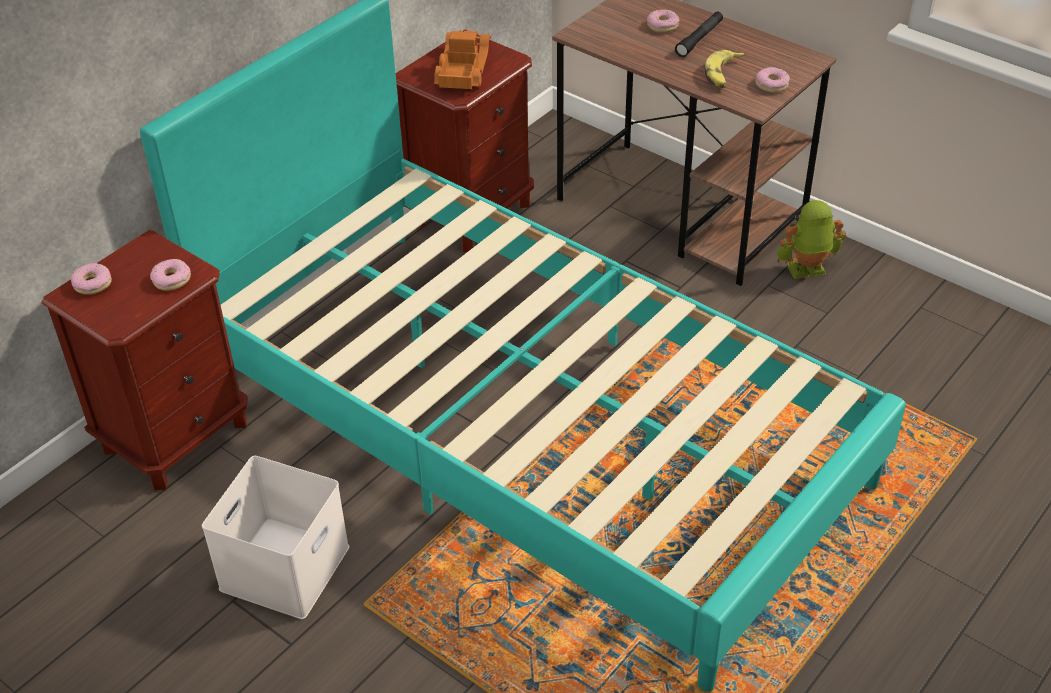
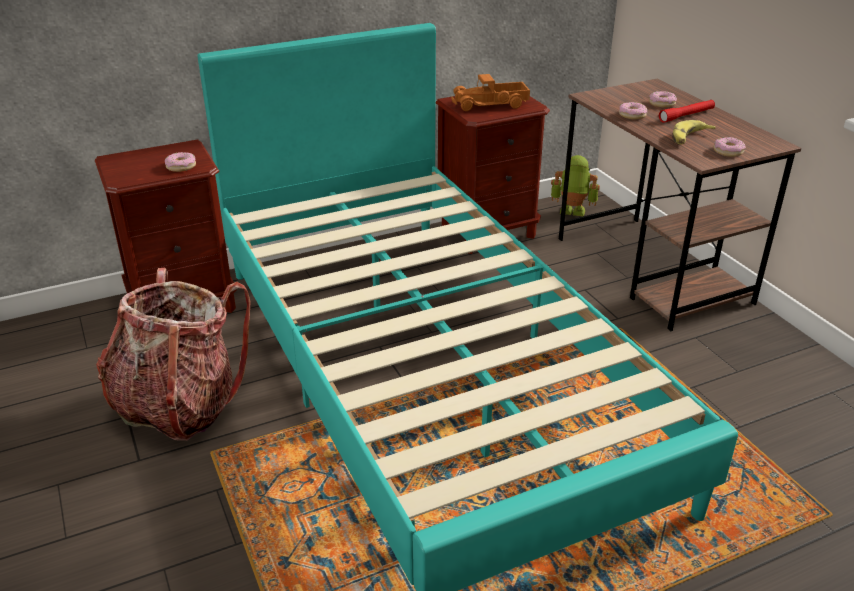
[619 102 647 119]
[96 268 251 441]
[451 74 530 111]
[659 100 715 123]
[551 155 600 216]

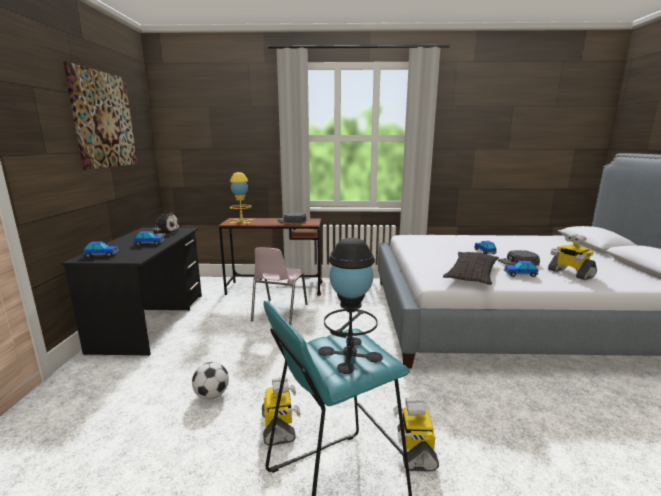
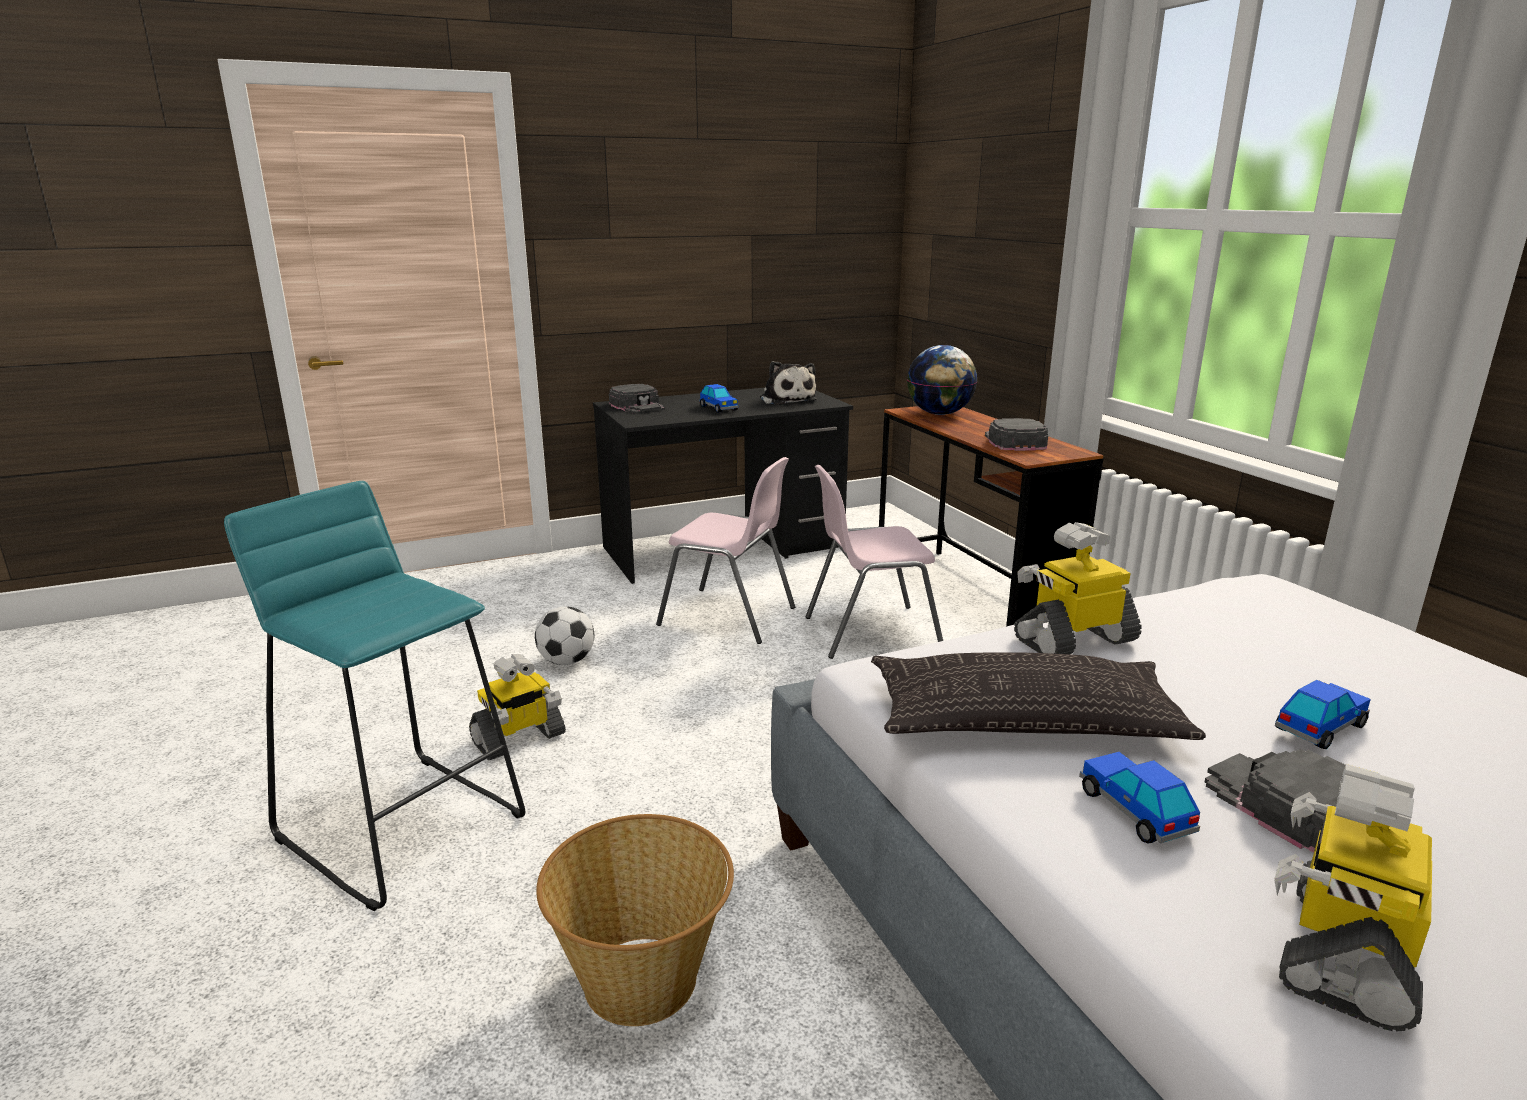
[63 61 137 170] (first image)
[609 384 665 414]
[907 345 977 415]
[318 238 383 374] (first image)
[1014 522 1142 654]
[536 814 734 1026]
[656 457 795 644]

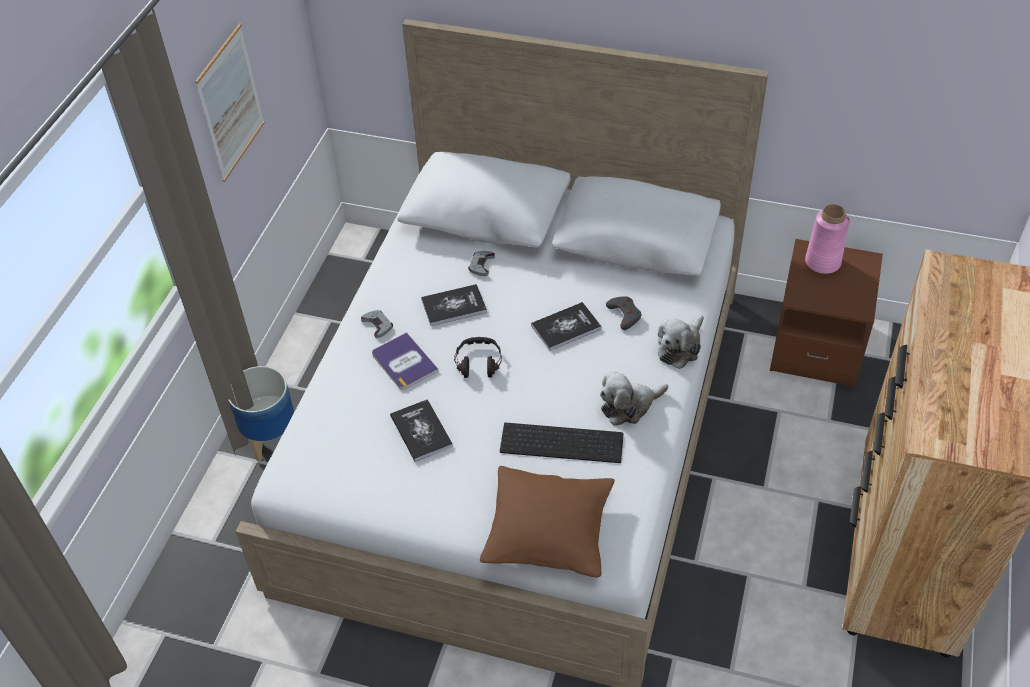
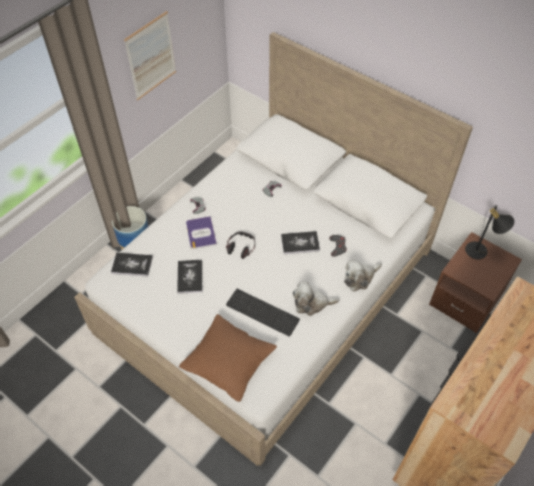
[111 253 153 277]
[465 205 514 259]

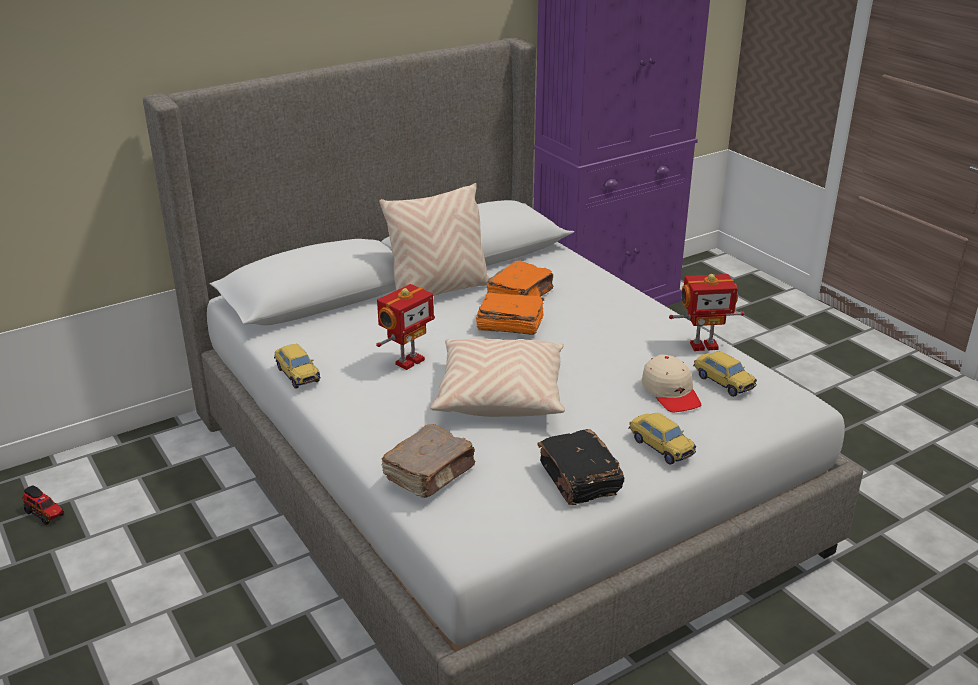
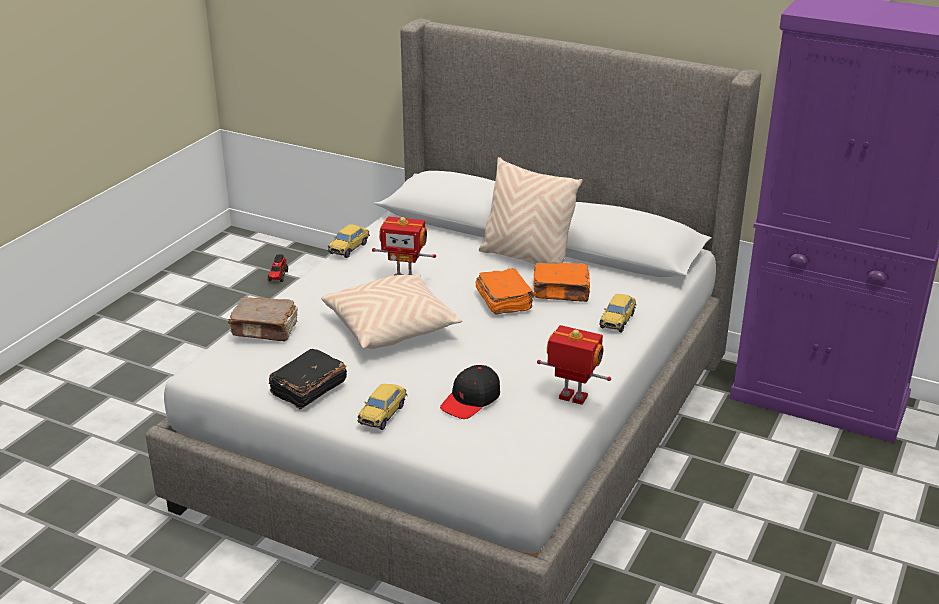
[440 365 500 419]
[537 325 611 405]
[600 294 637 333]

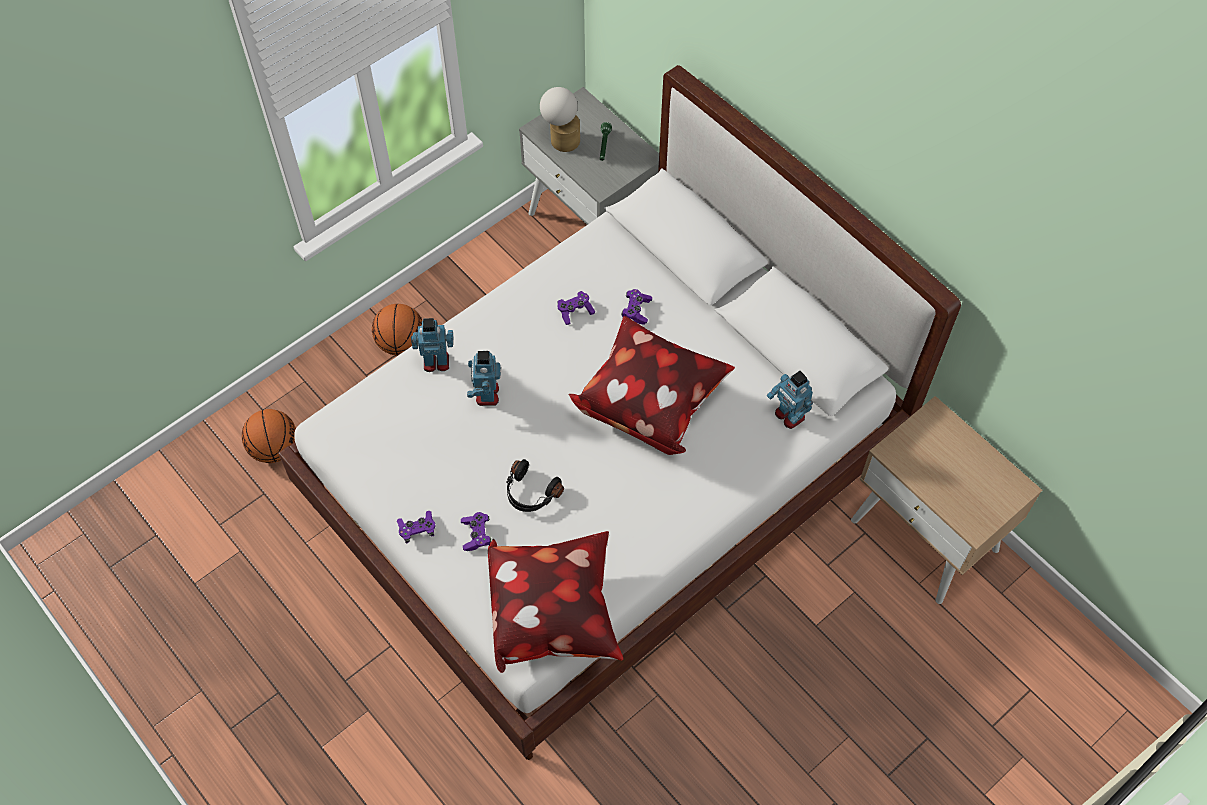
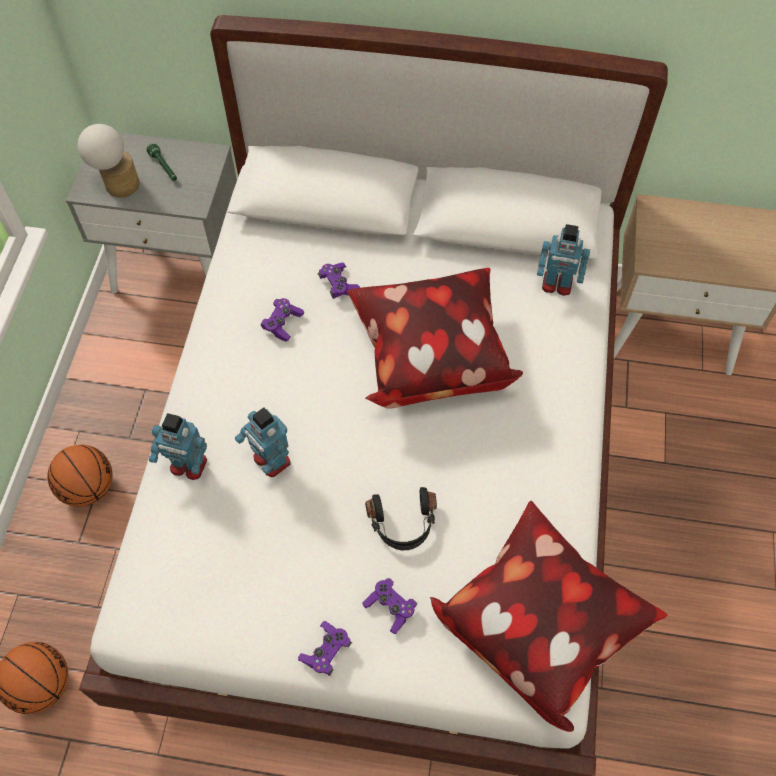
[149 413 207 480]

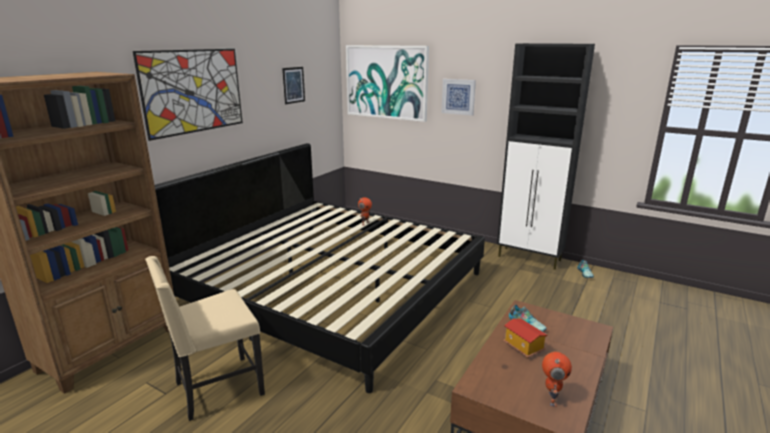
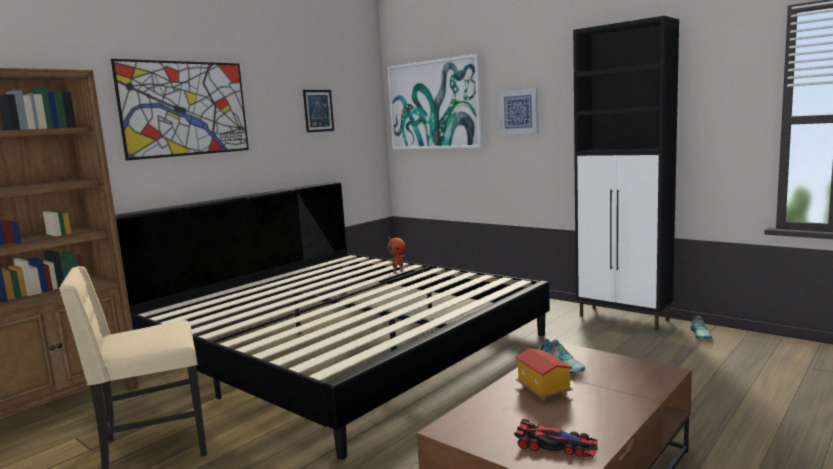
[514 419 598 458]

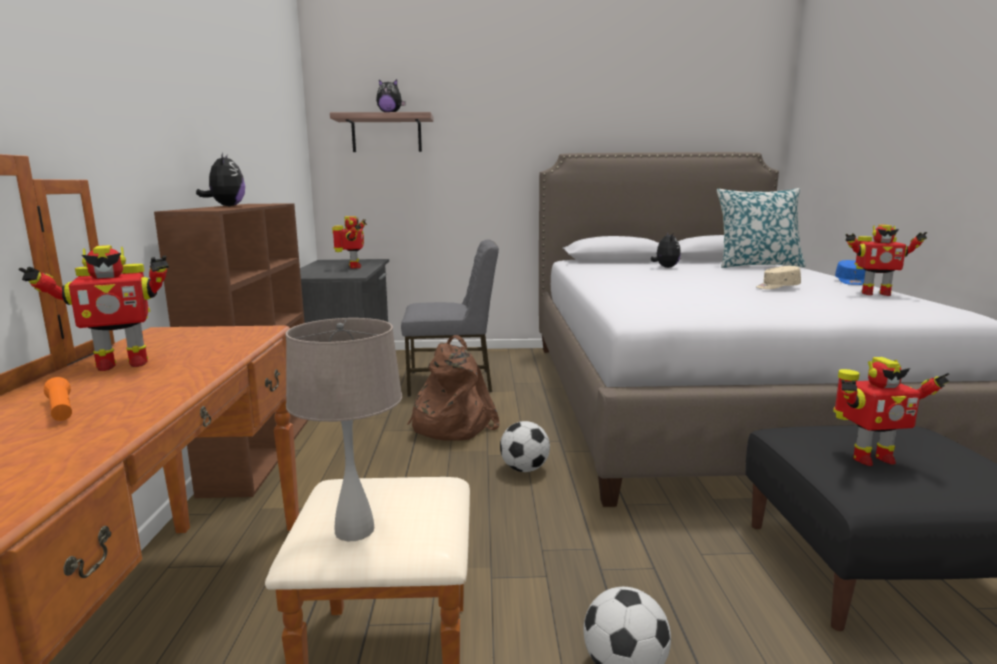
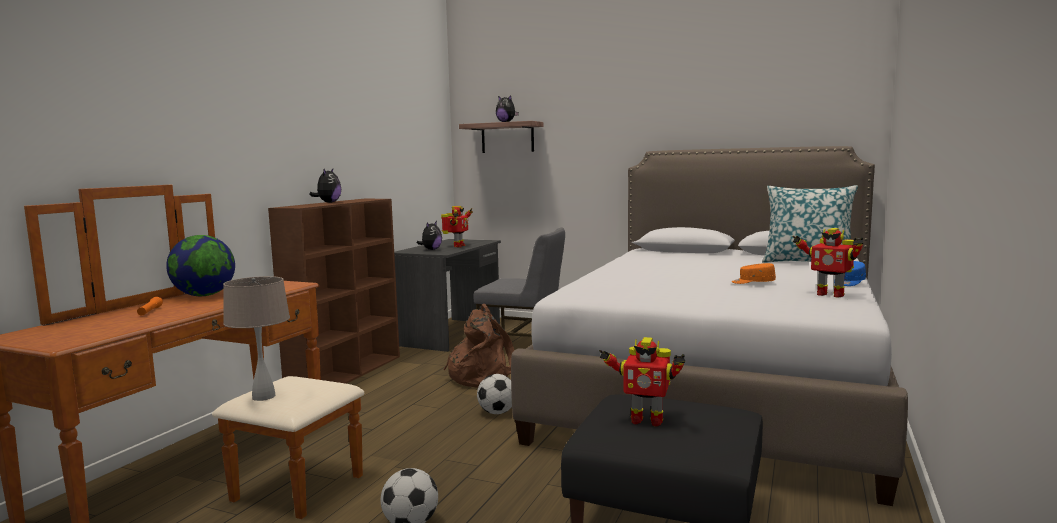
[166 235 235 296]
[417 221 442 250]
[732 263 776 284]

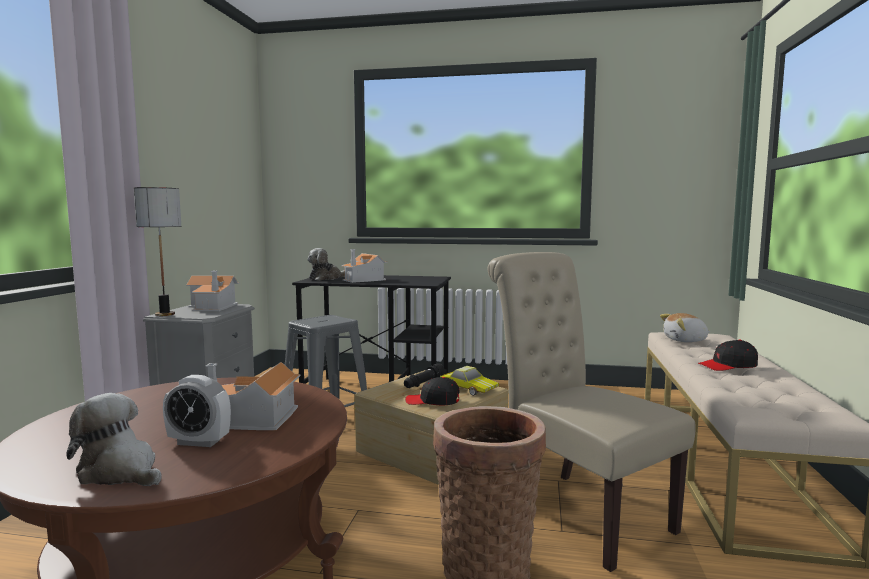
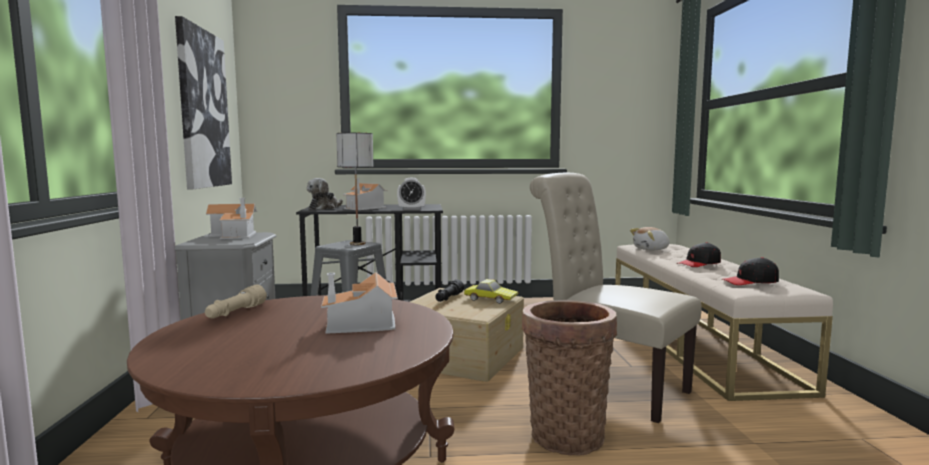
[66 393 162 486] (first image)
[336 133 374 245]
[397 178 426 210]
[722 257 779 285]
[175 16 232 189]
[205 285 267 319]

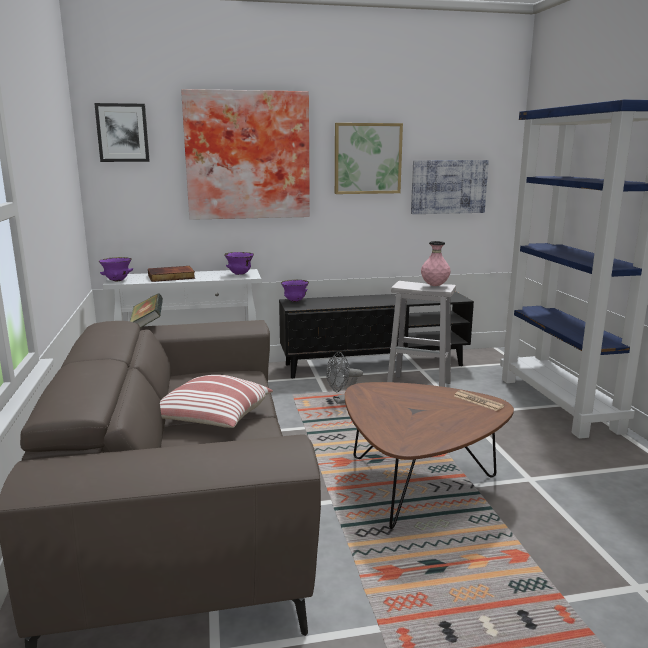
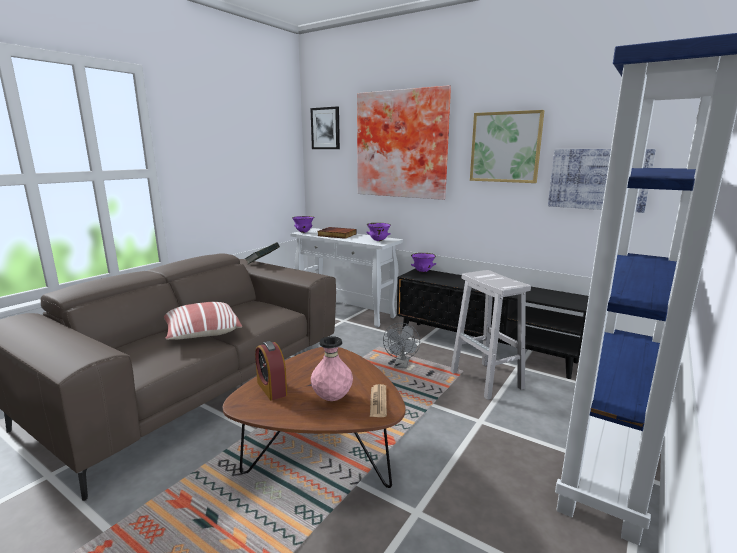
[383 323 420 369]
[311 336 353 401]
[255 341 287 401]

